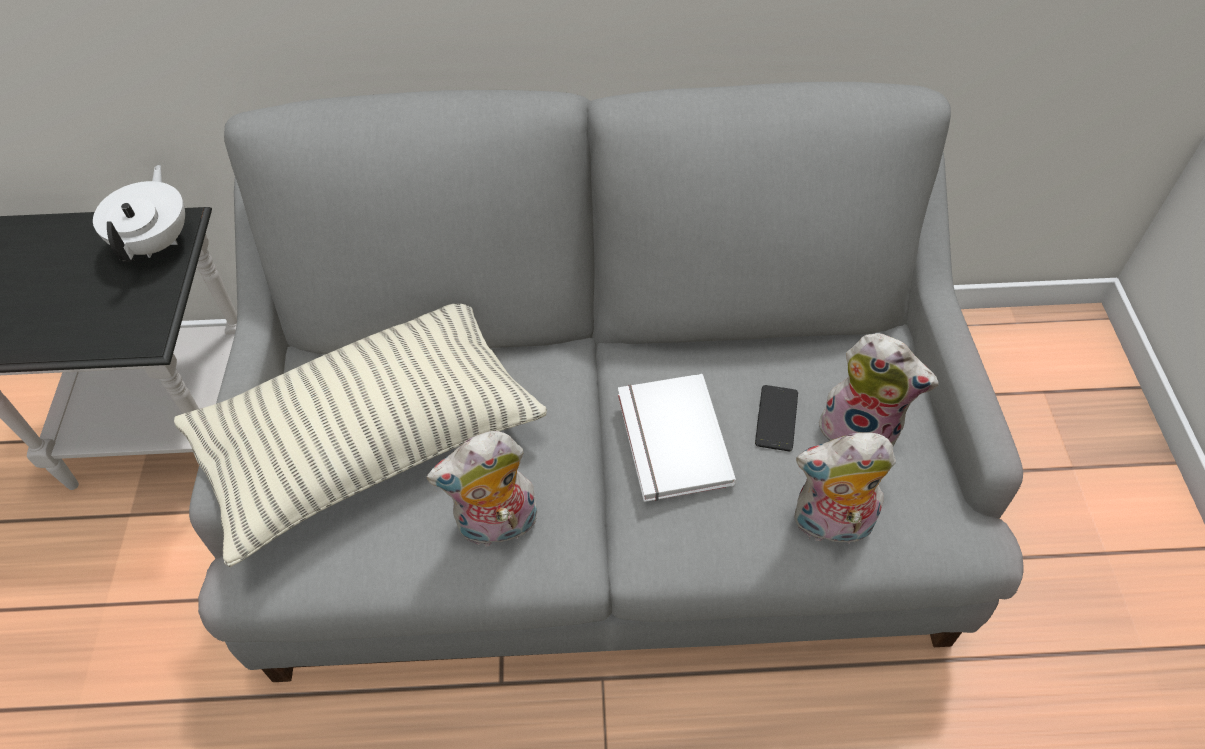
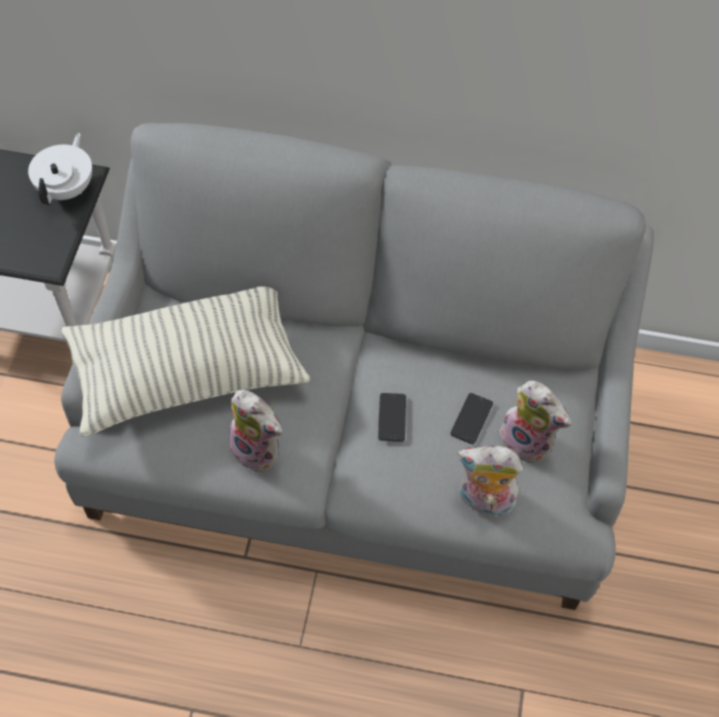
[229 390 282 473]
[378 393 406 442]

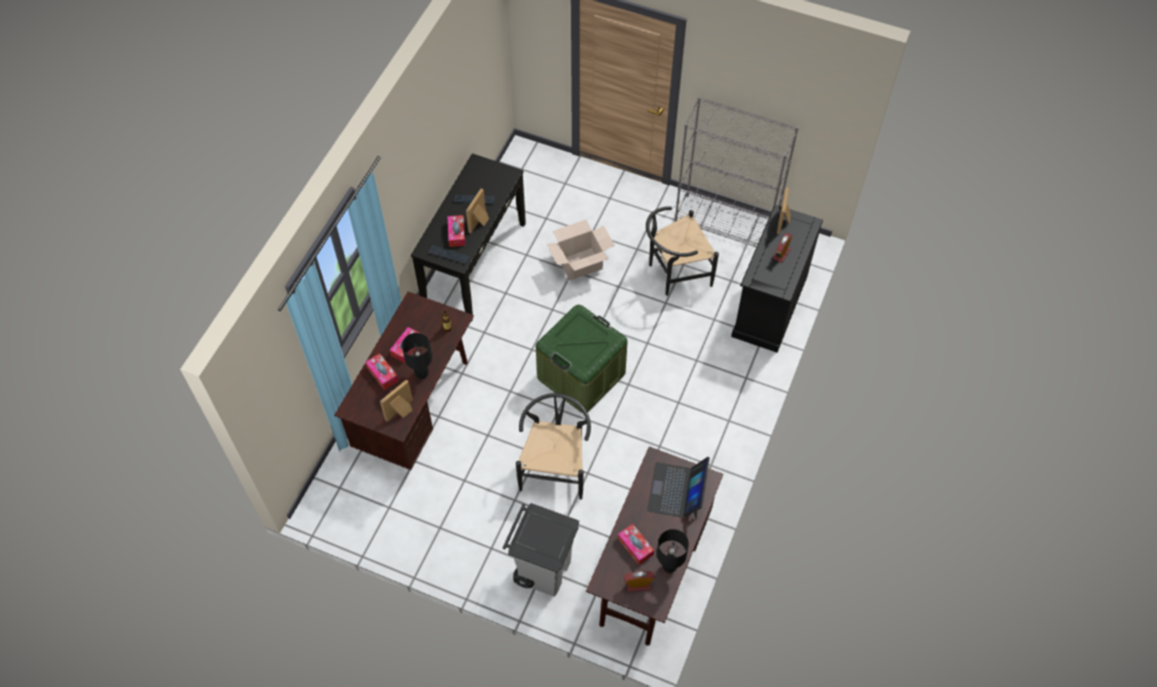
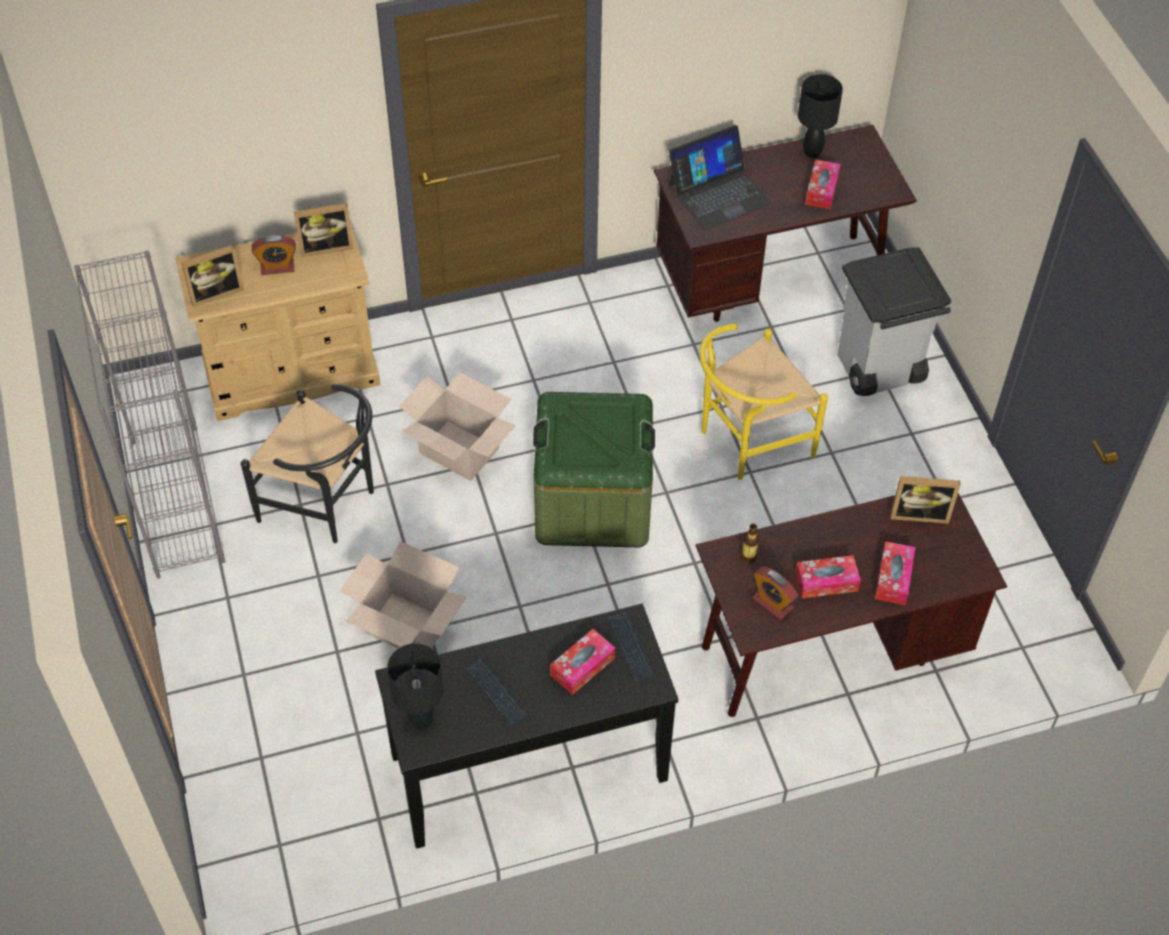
[387 643 443 730]
[294 203 353 257]
[699 324 828 480]
[753 566 798 620]
[175 222 381 421]
[399 372 516 481]

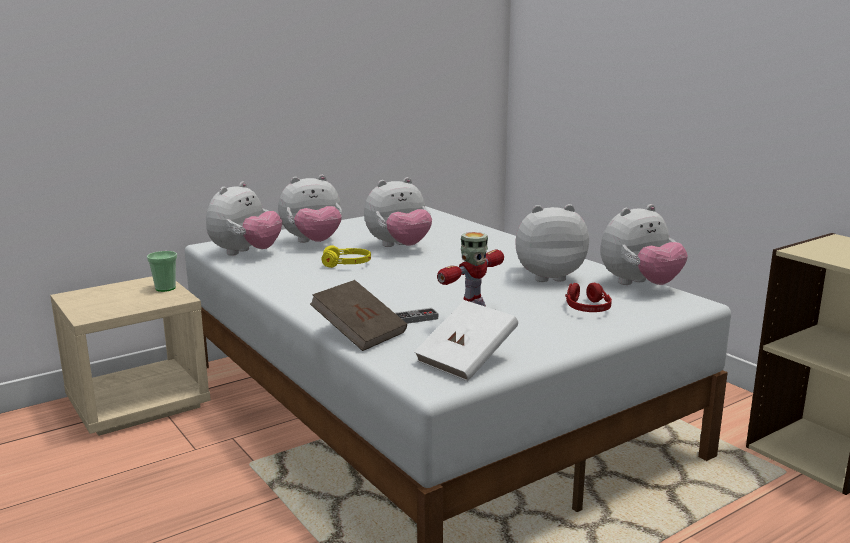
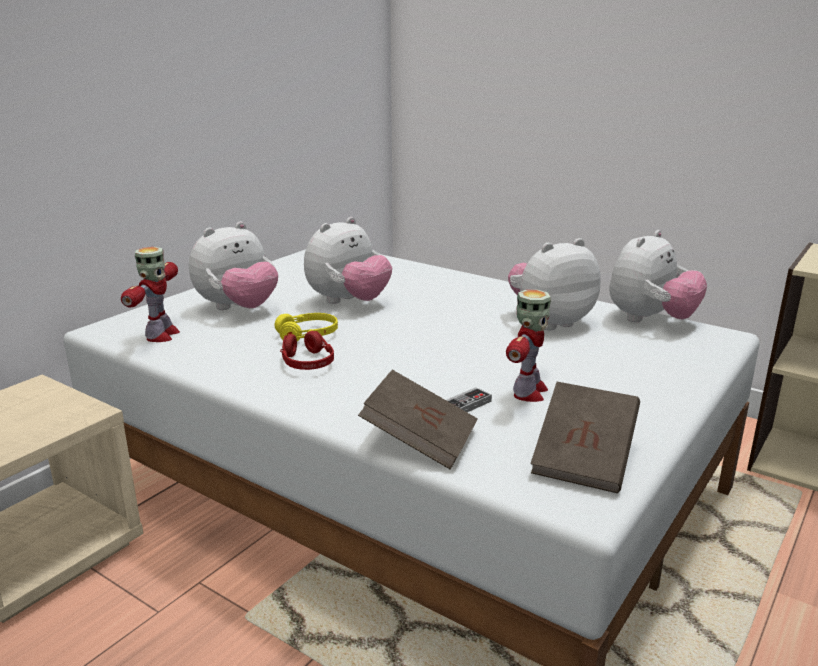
[147 251 177 292] (first image)
[121 247 180 342]
[531 382 640 493]
[280 331 334 370]

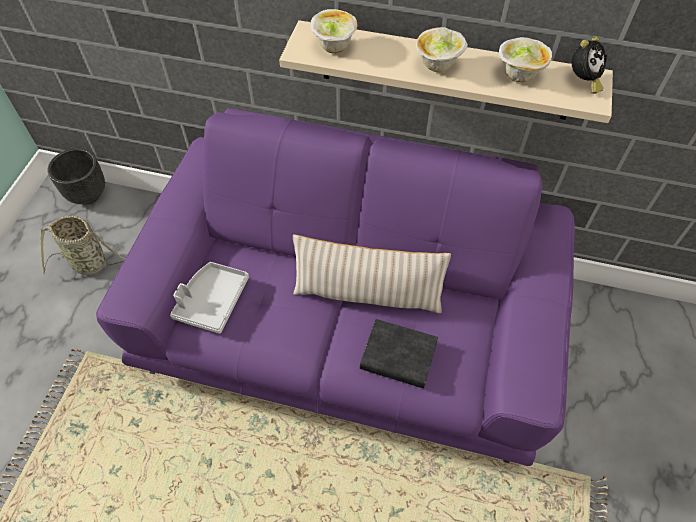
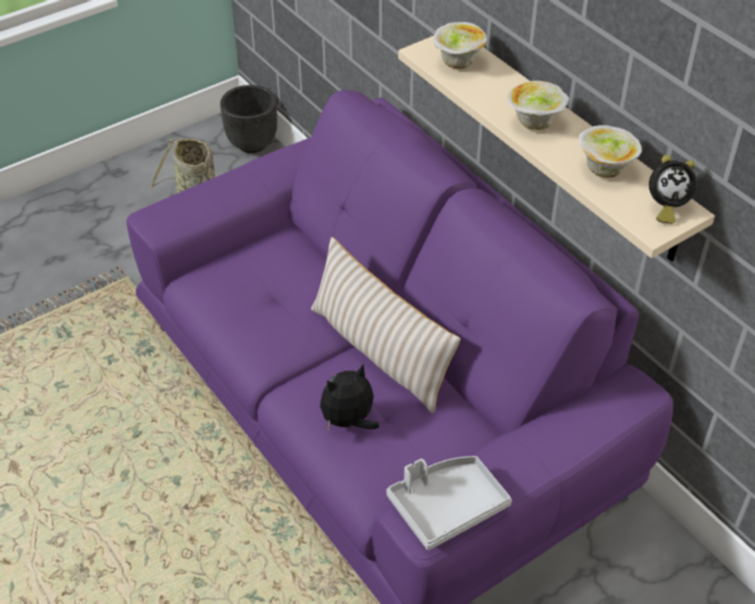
[386 456 512 550]
[320 364 379 432]

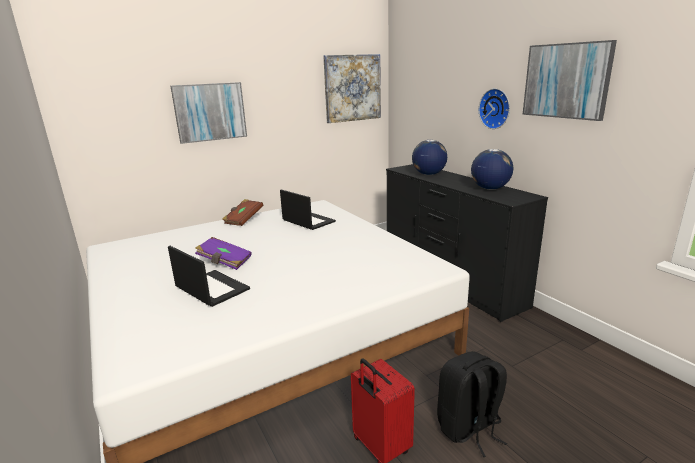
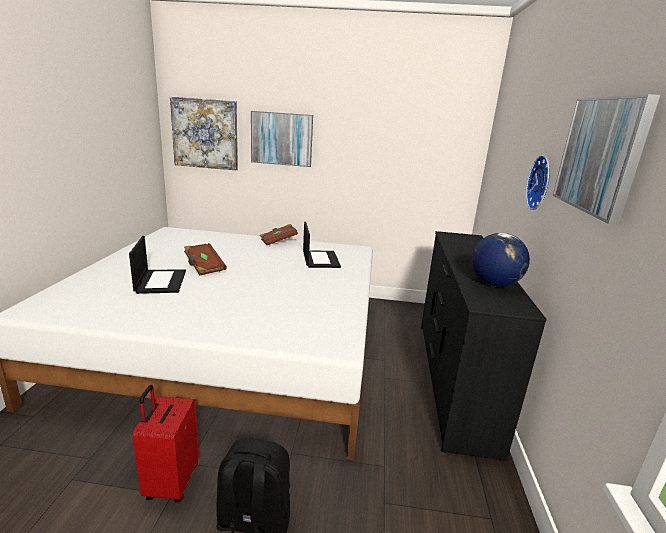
[184 243 227 276]
[170 97 238 170]
[412 140 447 175] (first image)

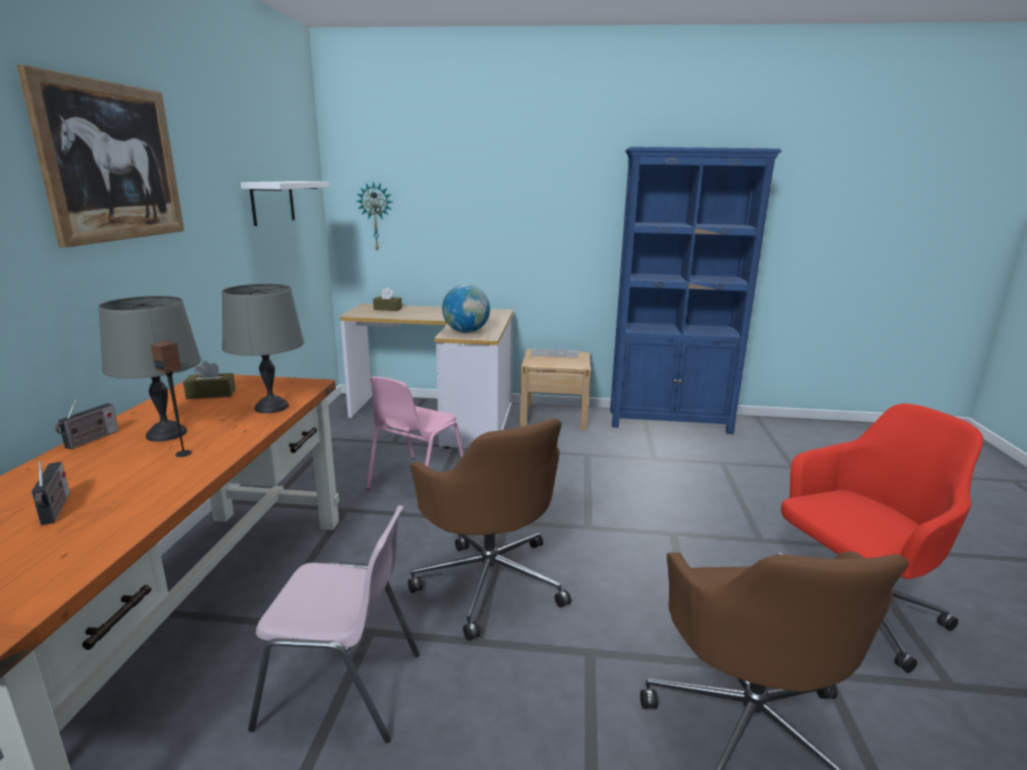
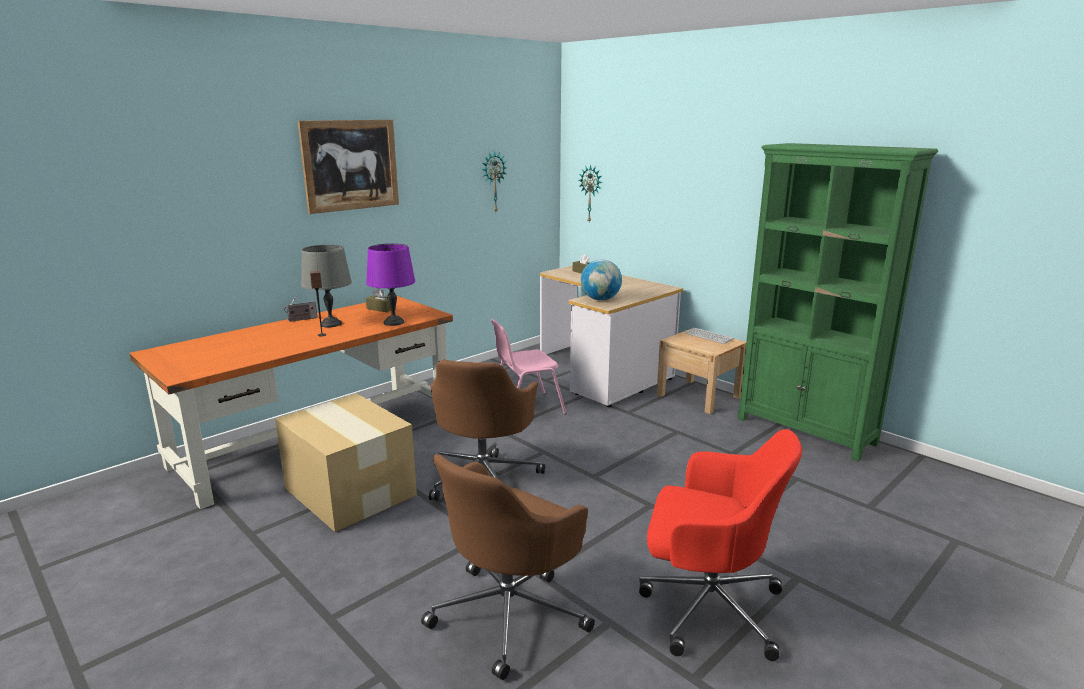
[31 461 70 525] (first image)
[366 243 415 326]
[482 151 507 212]
[275 393 417 532]
[738 143 938 461]

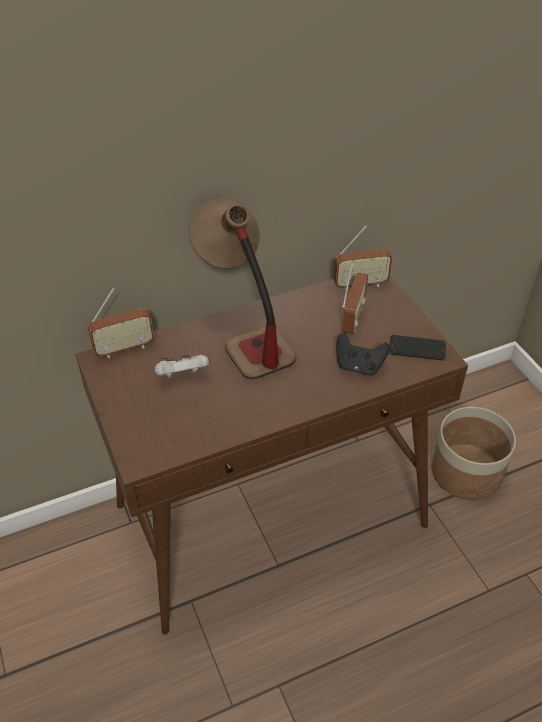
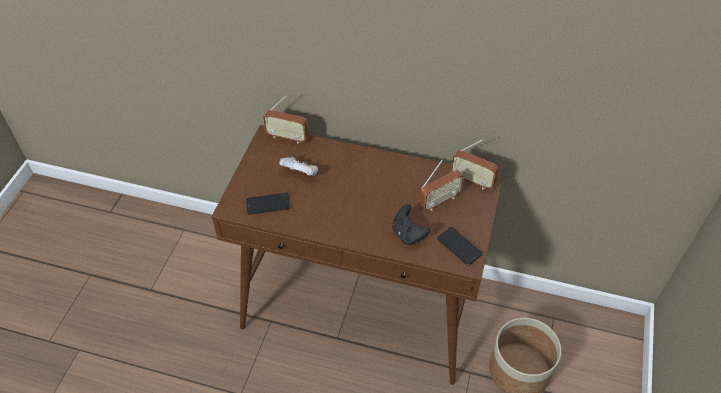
[189 199 296 380] (first image)
[246 193 290 215]

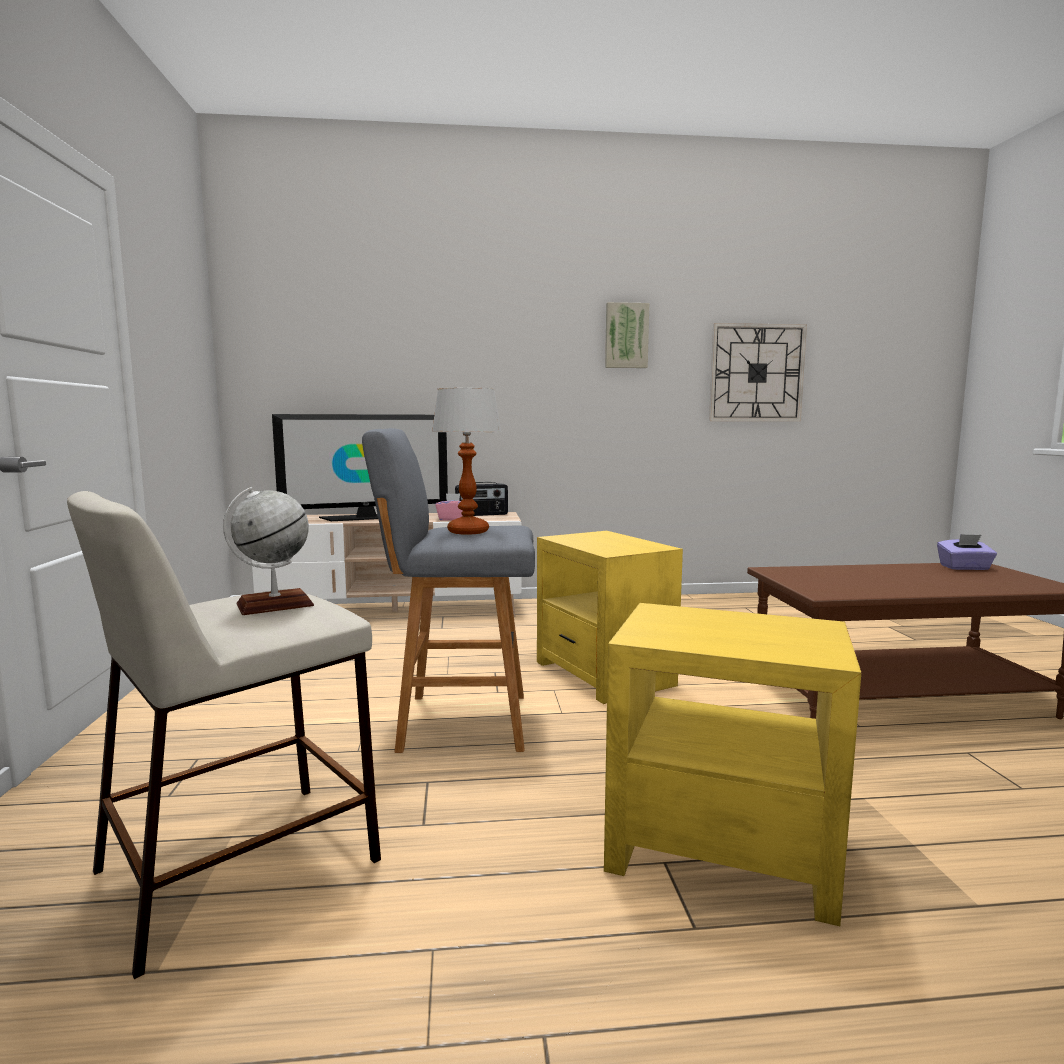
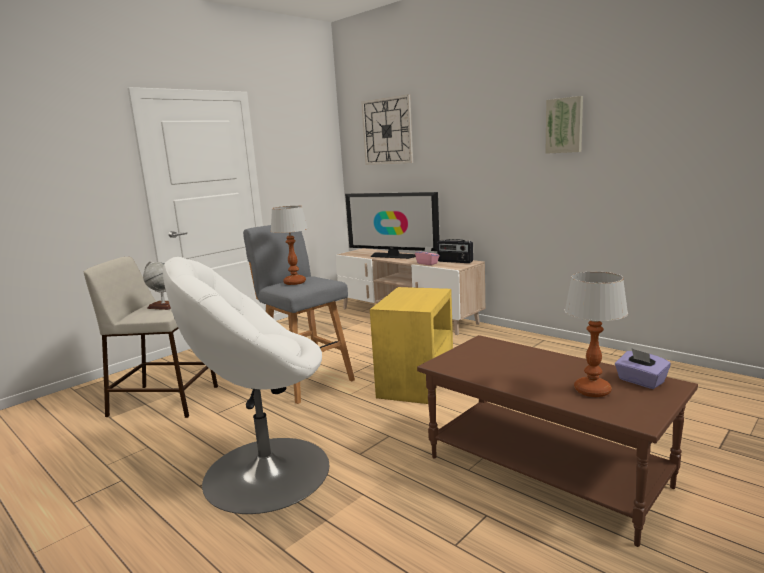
[163 257 329 514]
[361 94 413 165]
[564 271 628 397]

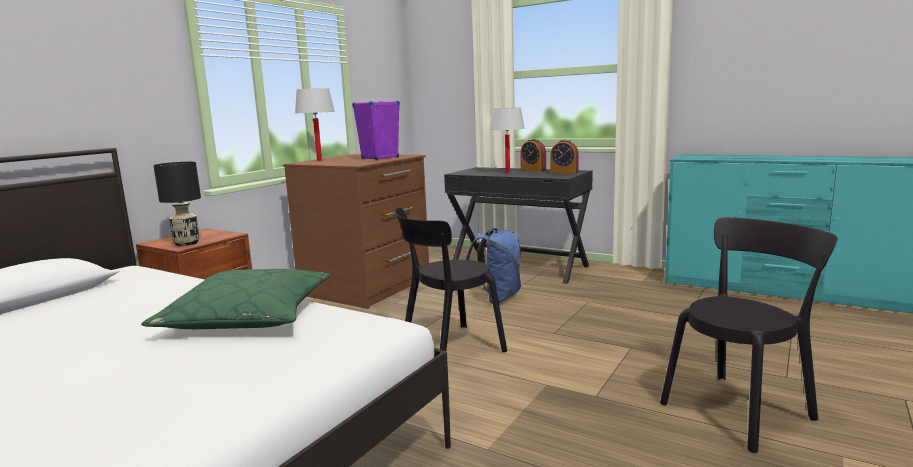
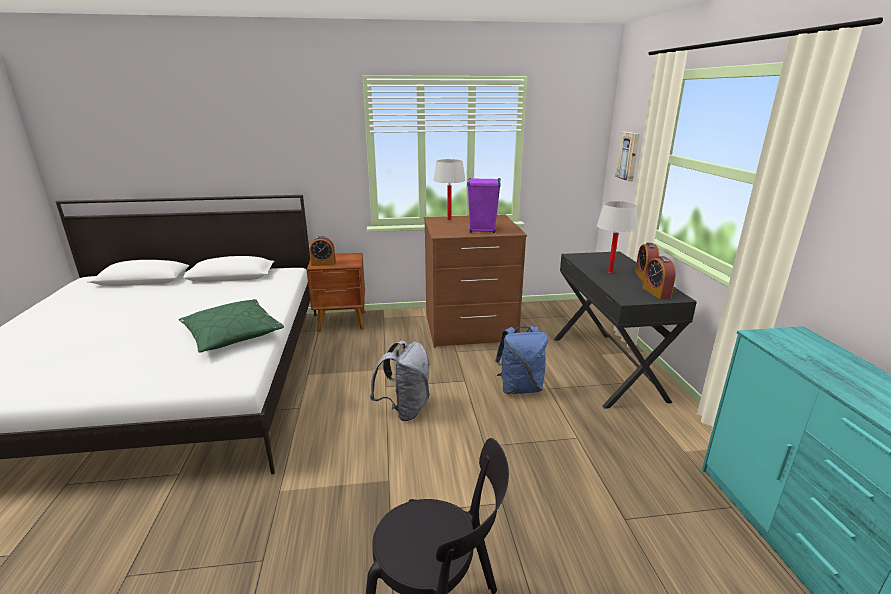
[310 236 336 266]
[370 341 430 421]
[615 132 640 181]

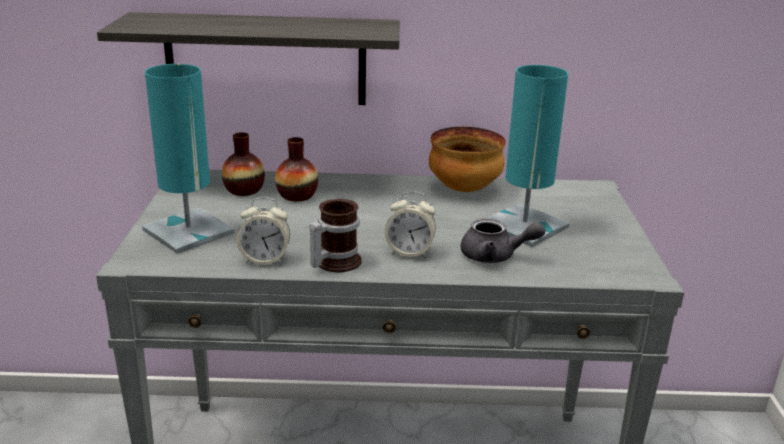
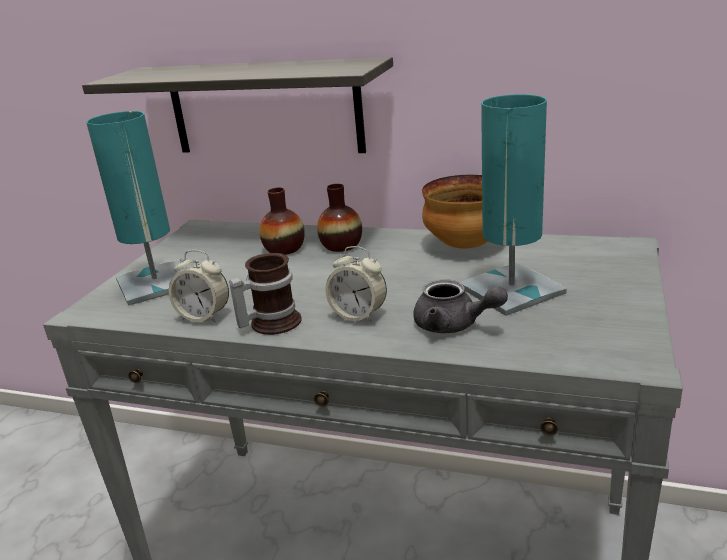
[317 184 362 252]

